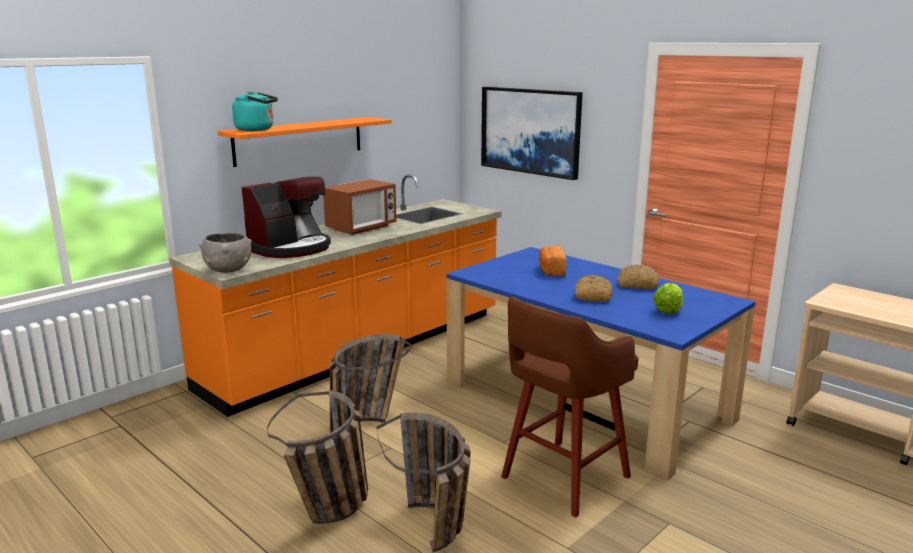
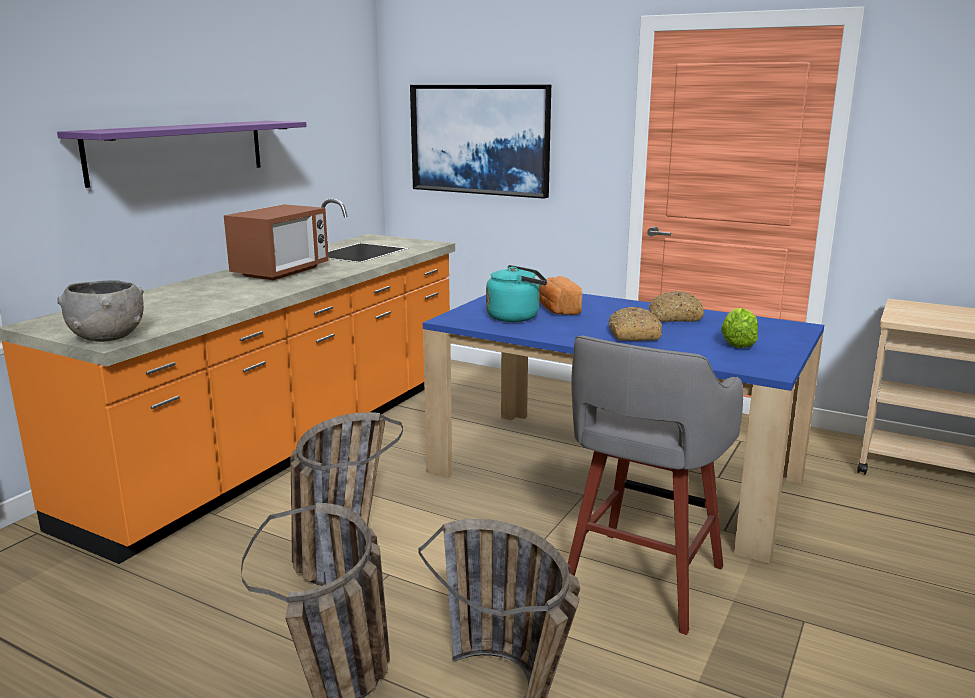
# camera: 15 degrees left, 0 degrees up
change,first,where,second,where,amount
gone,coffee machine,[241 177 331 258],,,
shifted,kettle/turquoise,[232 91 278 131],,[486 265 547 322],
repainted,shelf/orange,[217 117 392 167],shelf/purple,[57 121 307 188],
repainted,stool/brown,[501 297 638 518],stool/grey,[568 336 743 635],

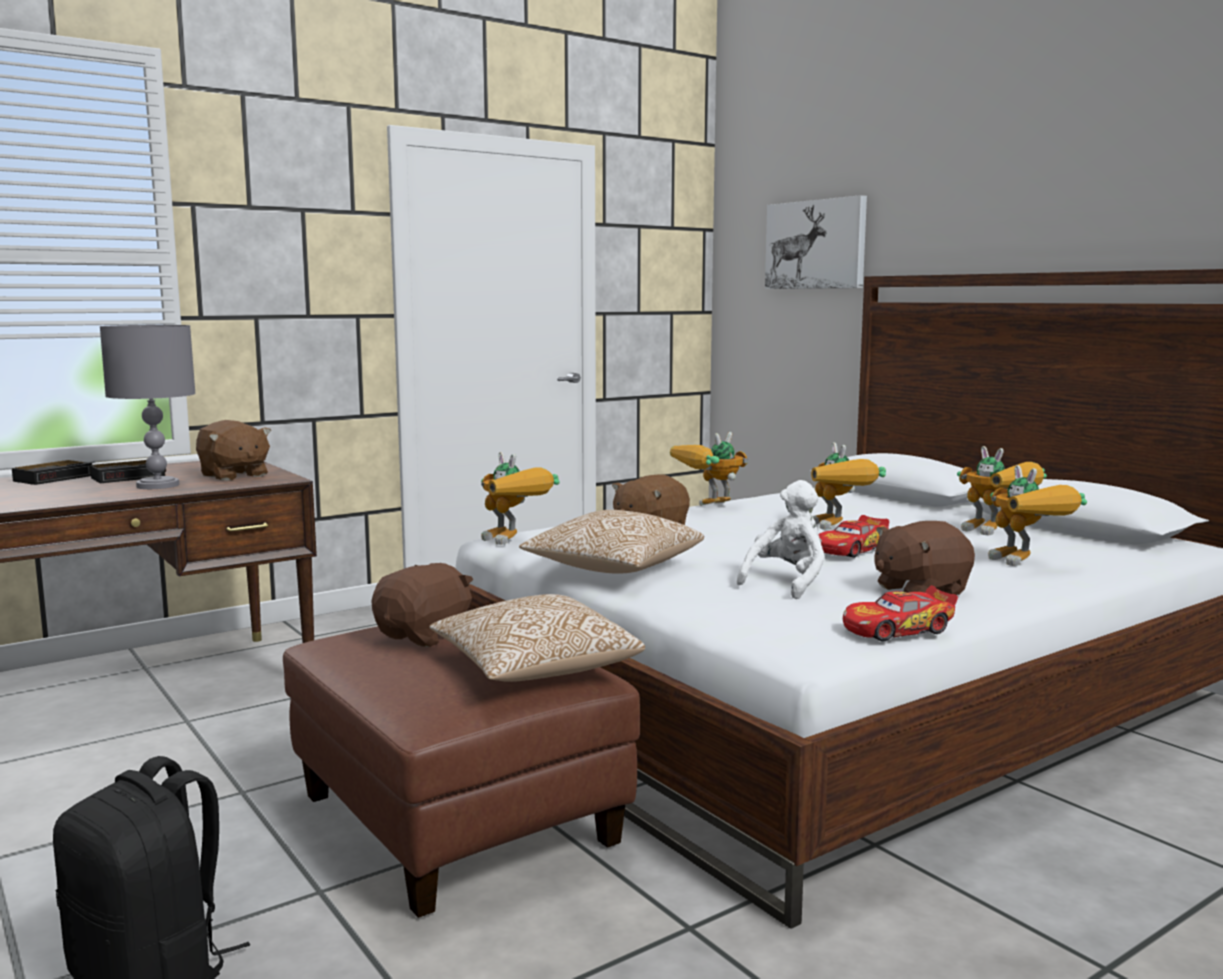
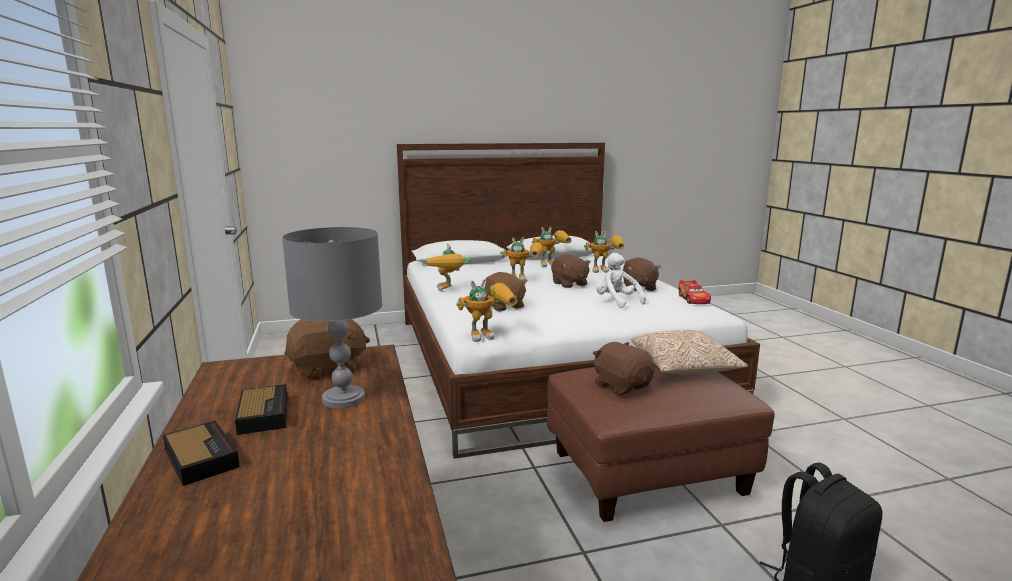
# camera: 70 degrees left, 5 degrees up
change,first,where,second,where,amount
gone,pillow,[519 510 704 574],,,
gone,picture,[765 195 867 289],,,
swapped,toy car,[819 515 889 558],plush toy/brown,[551 254 591 288],

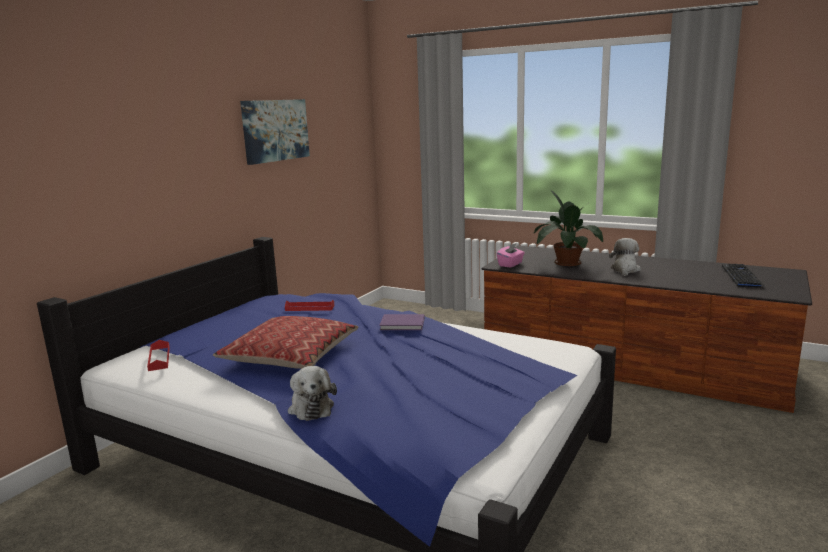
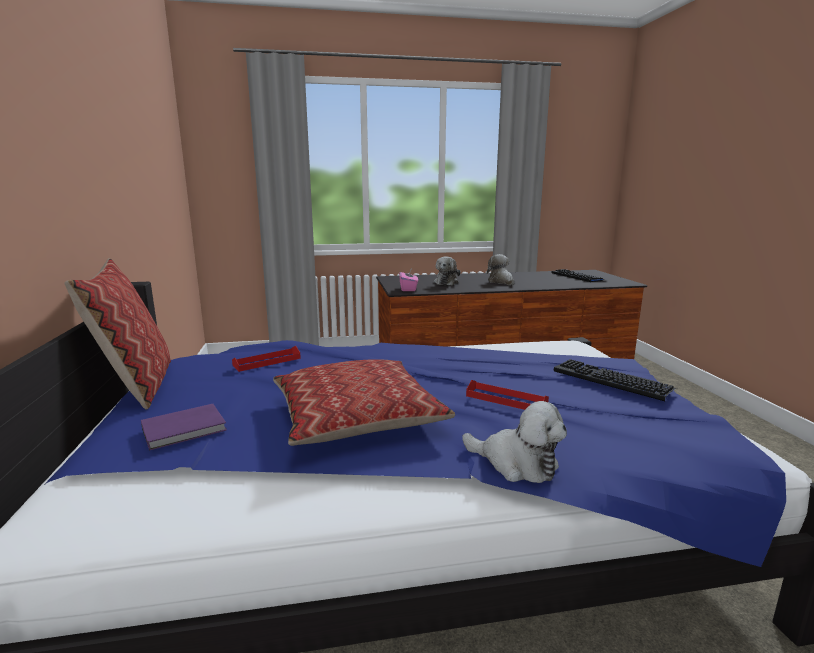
# camera: 40 degrees left, 0 degrees up
change,first,where,second,where,amount
gone,picture,[240 99 310 165],,,
new,,,pillow,[64 258 171 409],
new,,,keyboard,[553 359 677 401],
shifted,tray/red,[147 340 170 371],,[466 380 549 410],
shifted,book/purple,[379 314 425 330],,[141 404 227 451],
swapped,potted plant,[534 190 603 266],plush toy,[434 257 460 285],

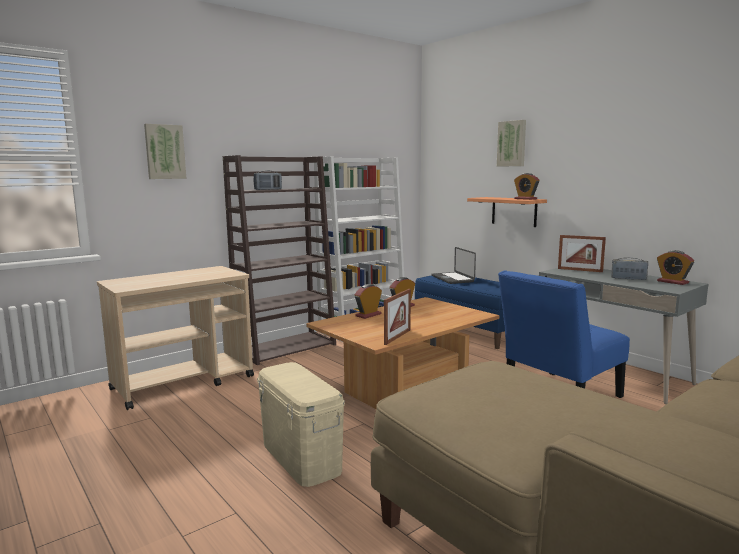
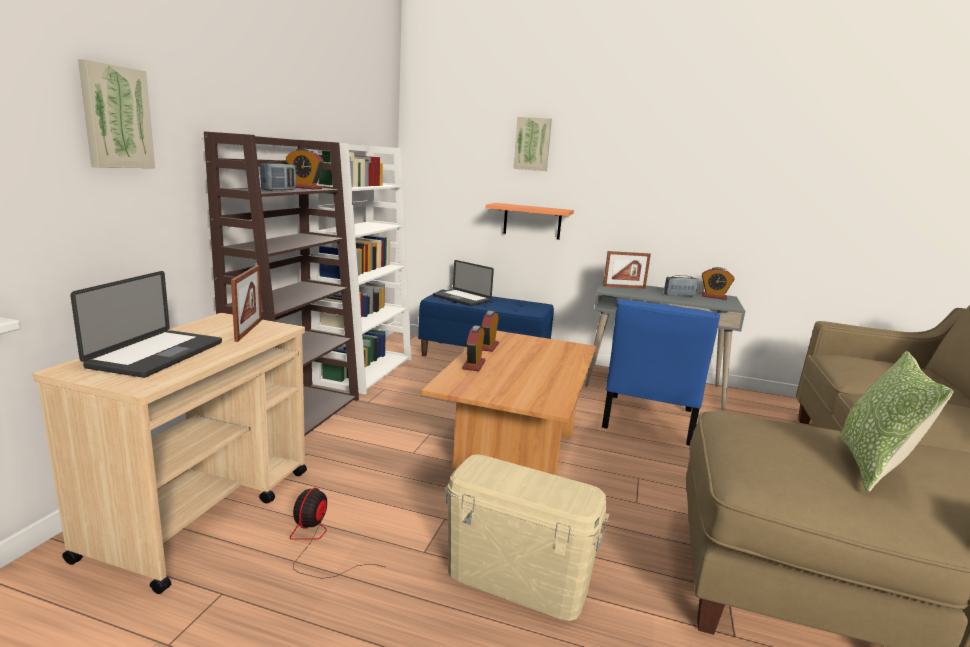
# camera: 35 degrees left, 5 degrees up
change,first,where,second,where,amount
new,,,laptop,[70 271 222 378],
new,,,fan,[290 488 385 579],
new,,,pillow,[839 351 954 492],
shifted,picture frame,[384 289 411 345],,[231 265 262 342],
shifted,alarm clock,[514 173 540 200],,[286 148 324 189],

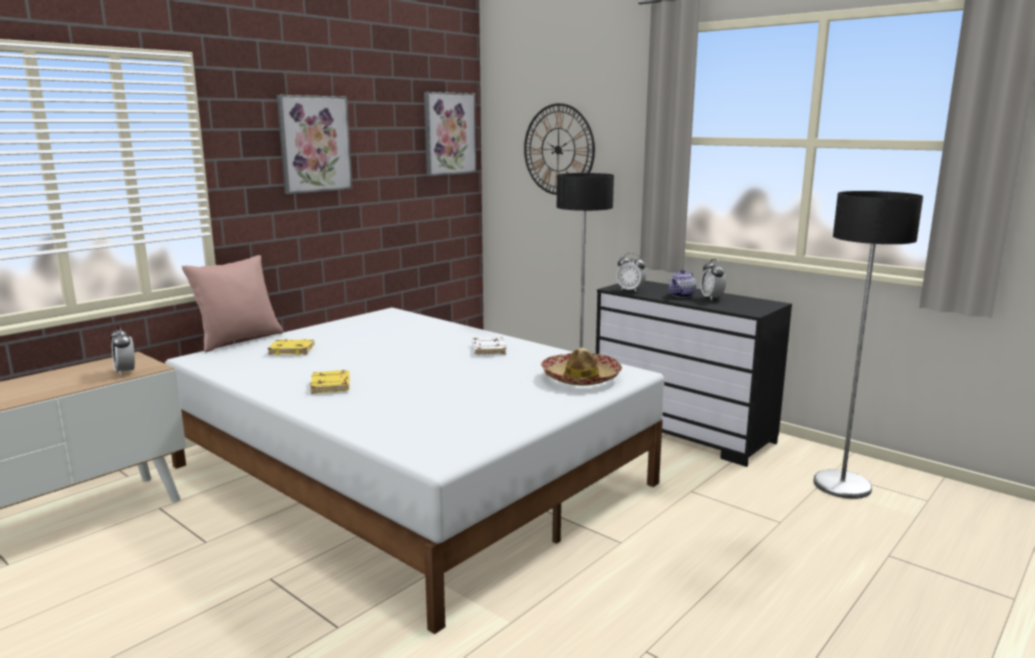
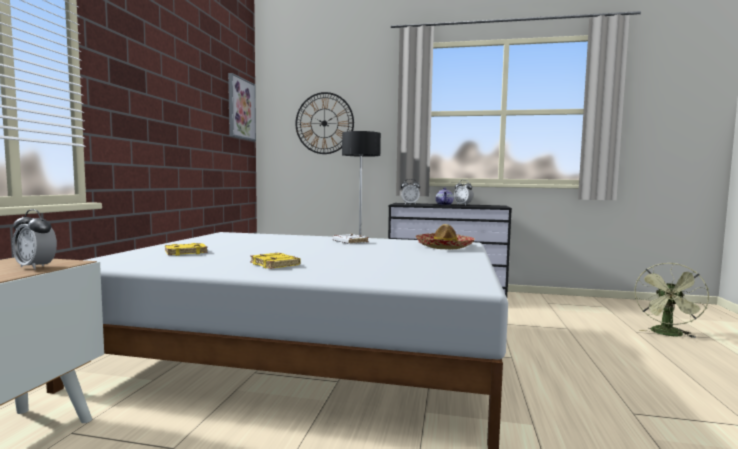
# camera: 30 degrees left, 10 degrees down
change,first,where,second,where,amount
gone,pillow/pink,[182 255 283 352],,,
gone,picture,[277 95 352 194],,,
gone,floor lamp,[813 191 923 499],,,
new,,,fan/green,[634 263 709 338],

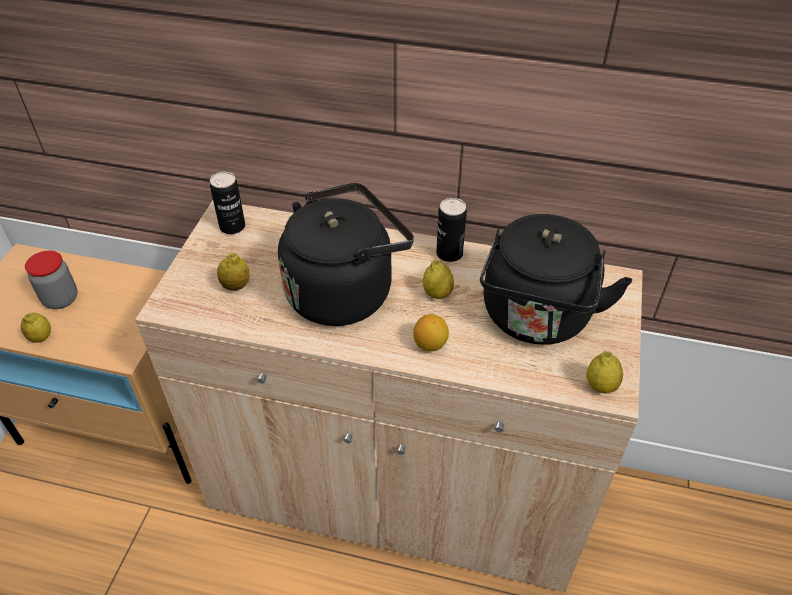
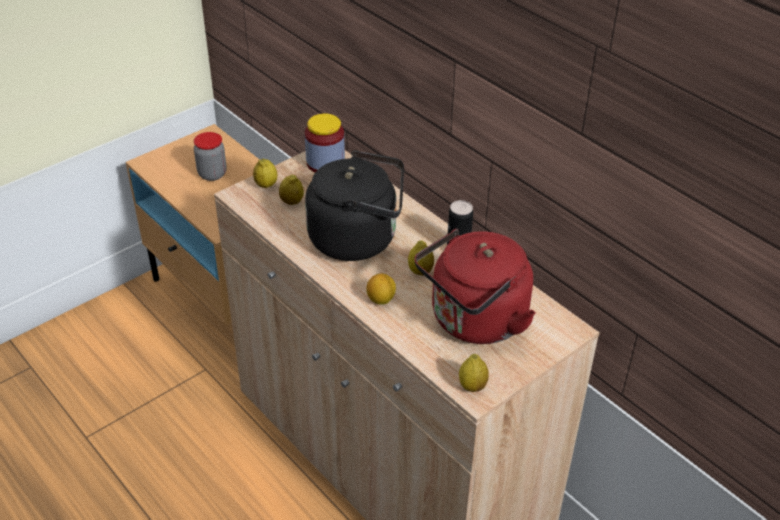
# camera: 35 degrees right, 5 degrees down
change,first,where,second,where,amount
shifted,lemon,[21 313 51 343],,[253 159 277 188],
swapped,can,[210 172 245 234],jar,[305 113 345 172],
repainted,kettle/black,[480 214 632 345],kettle/red,[414 229 536 344],

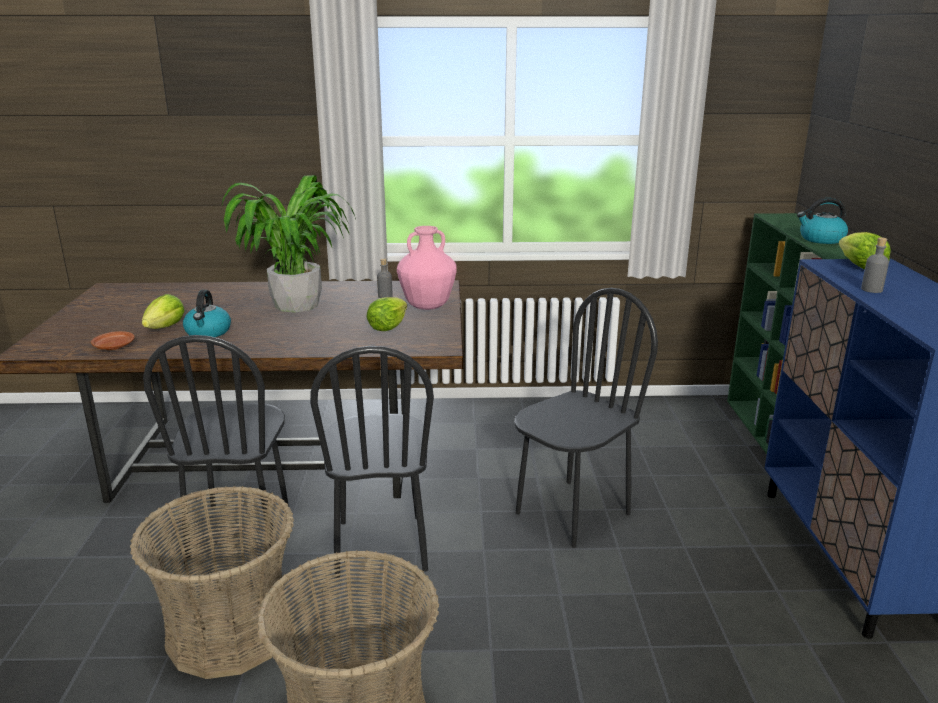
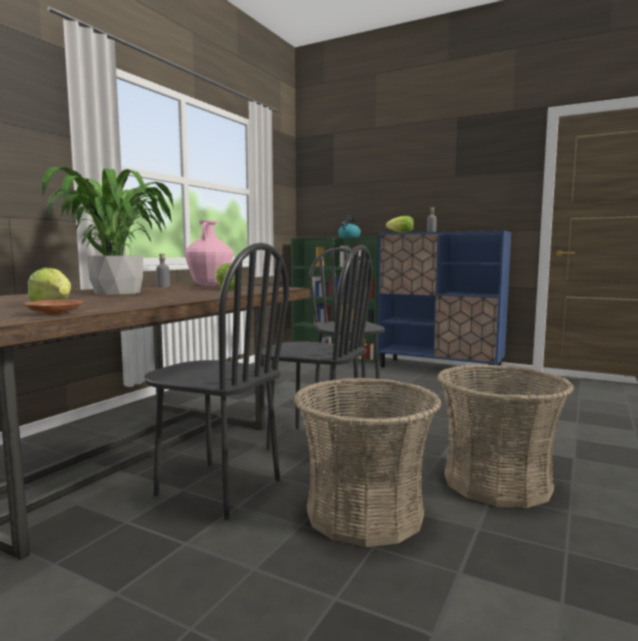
# camera: 60 degrees left, 15 degrees down
change,first,where,second,where,amount
gone,kettle,[183 290 231 337],,,

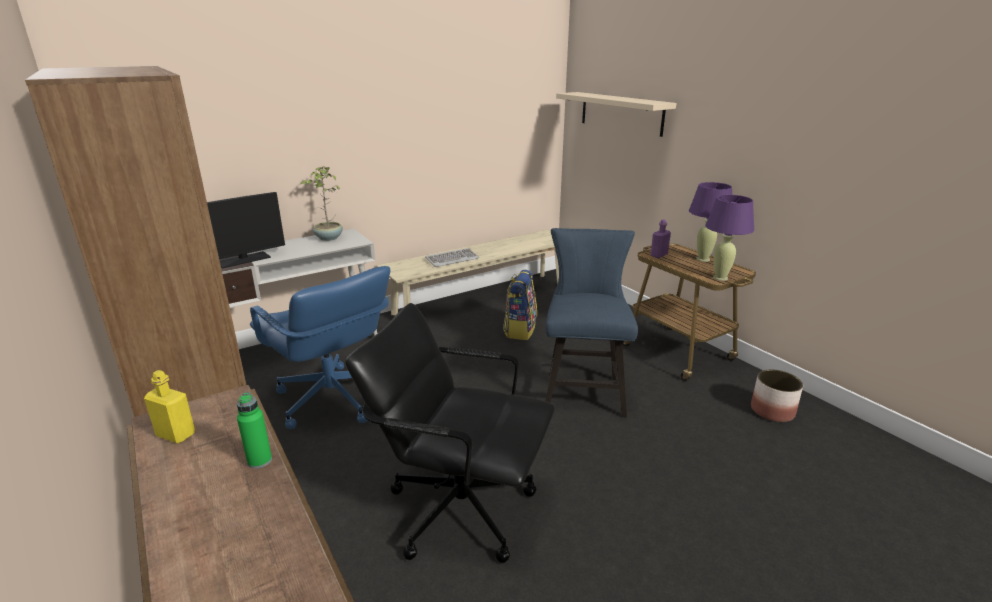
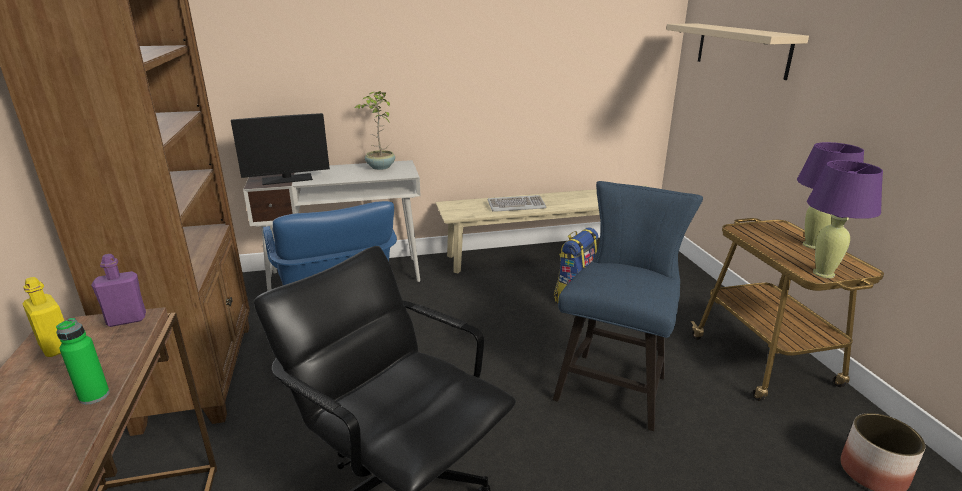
# camera: 20 degrees right, 0 degrees up
change,first,where,second,where,amount
shifted,bottle/purple,[650 219 671 258],,[91 254 146 327],

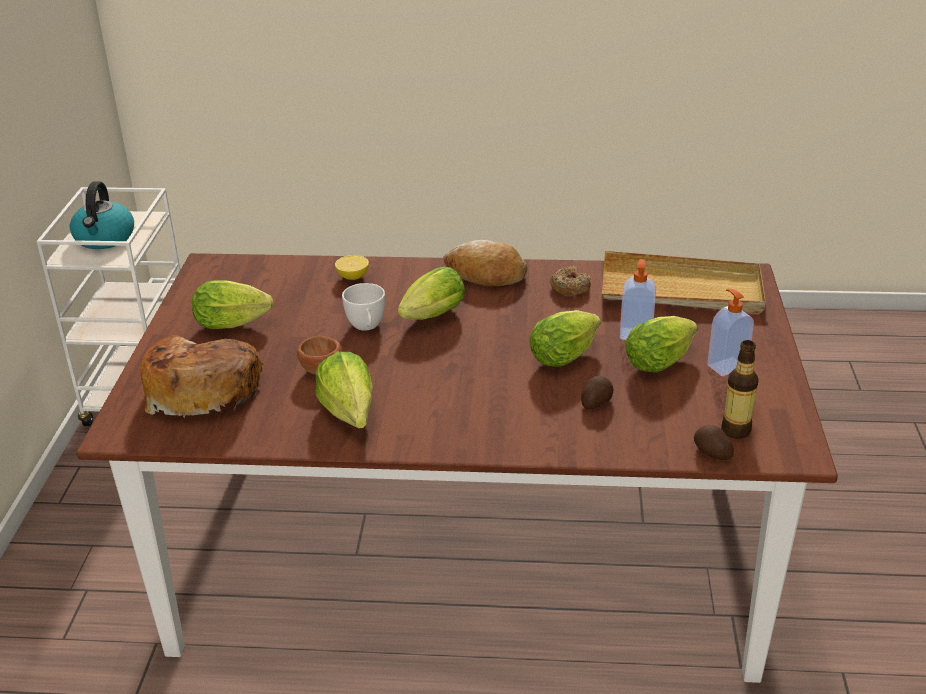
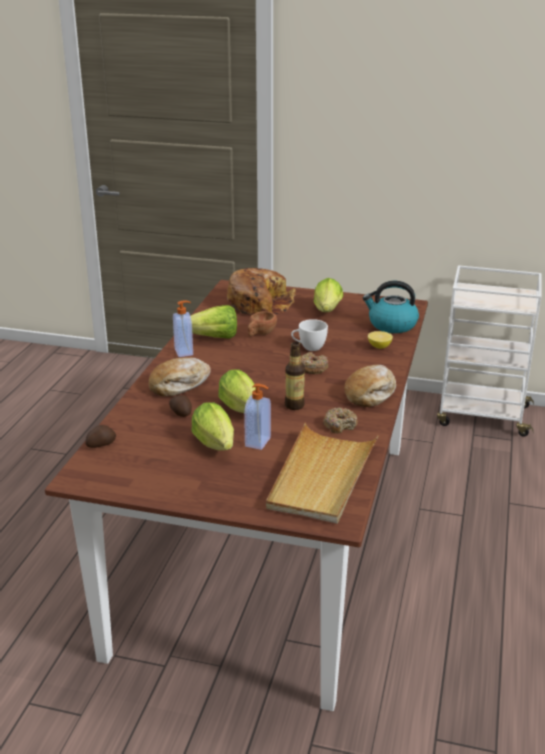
# camera: 100 degrees right, 5 degrees down
change,first,where,second,where,amount
new,,,bread,[149 357 211 396],
shifted,kettle,[70 181 134 249],,[362 281 419 333],
shifted,soap dispenser,[707 289 754 376],,[173 301 193 357],
shifted,bottle,[721 340 759 439],,[285 342 305 410],
swapped,lettuce,[398 267 465 320],donut,[301 352 328 374],

